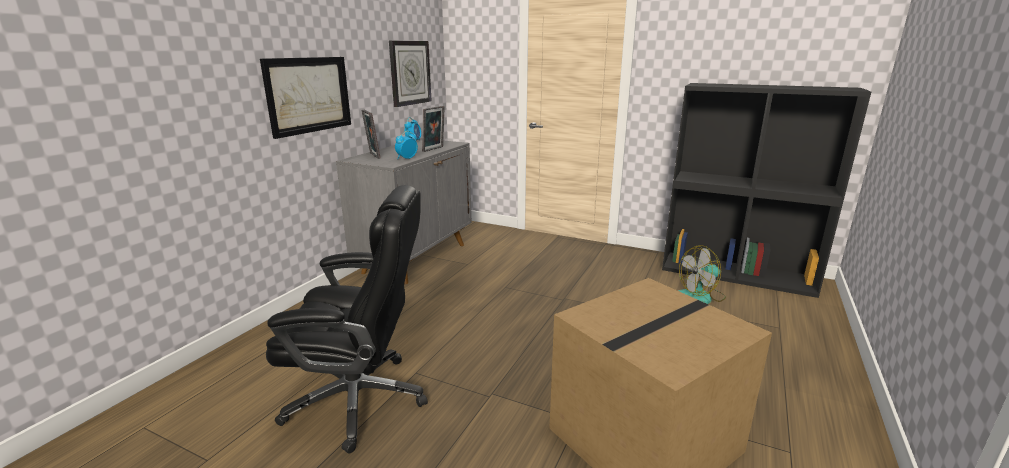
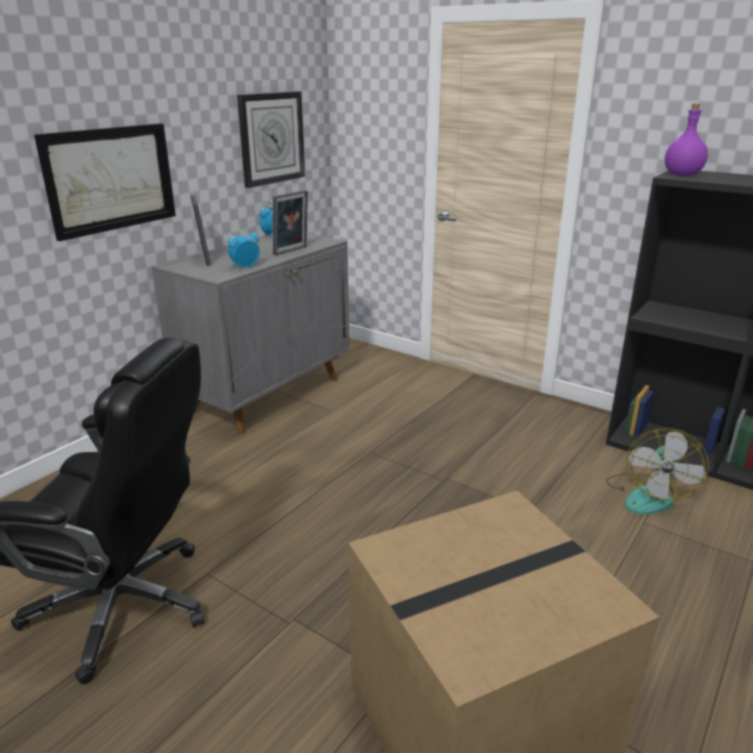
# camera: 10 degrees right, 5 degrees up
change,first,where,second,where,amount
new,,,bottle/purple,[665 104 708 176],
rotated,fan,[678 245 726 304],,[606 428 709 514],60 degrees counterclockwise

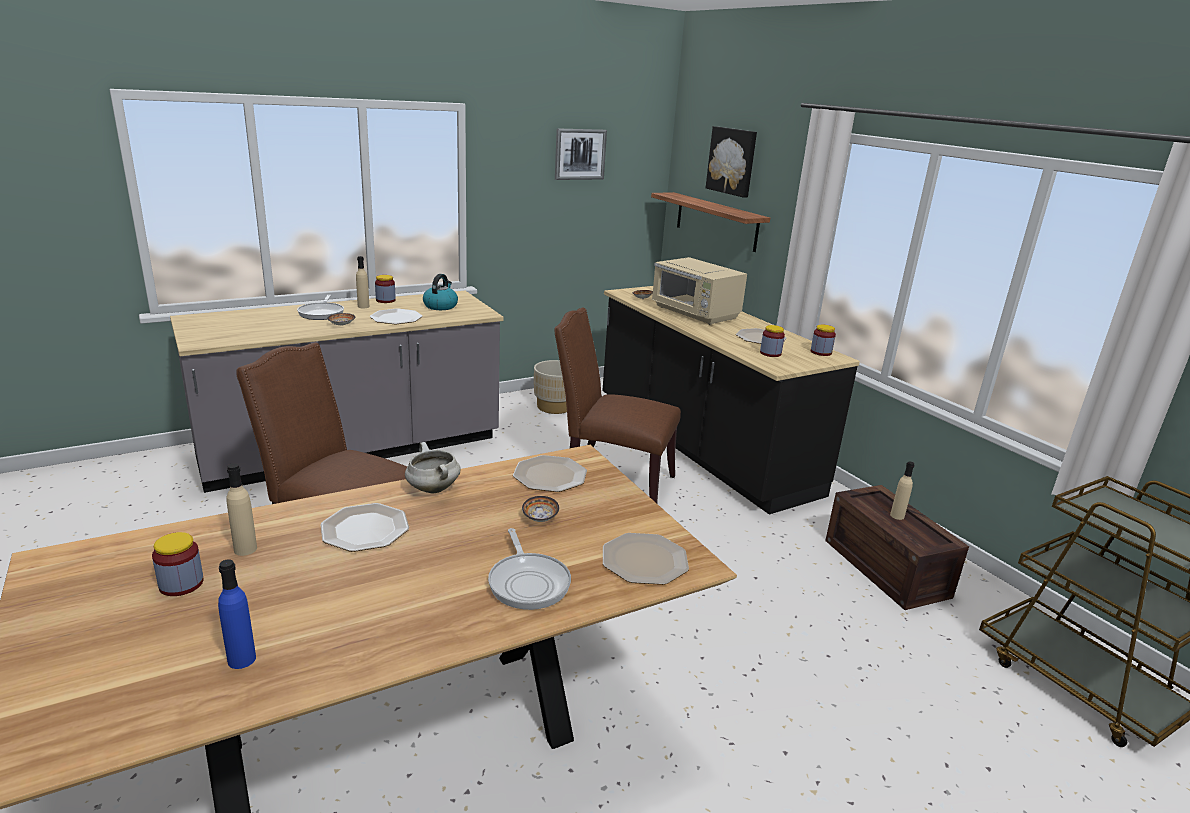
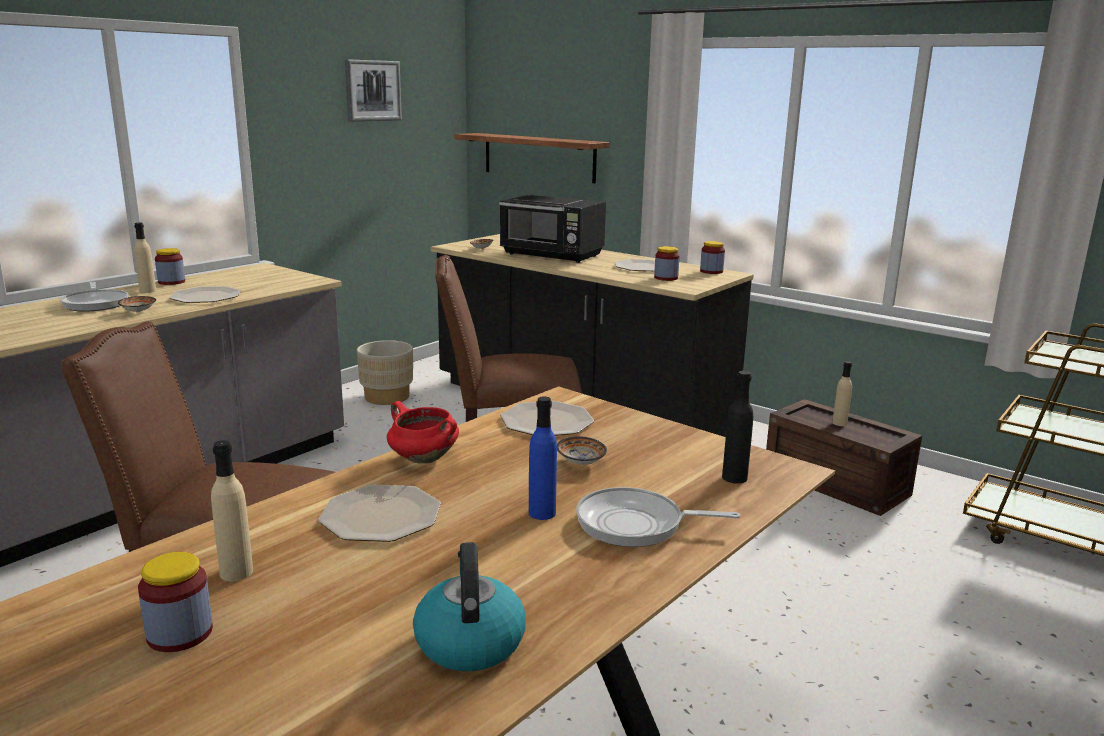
# camera: 20 degrees left, 5 degrees down
change,first,where,second,where,amount
gone,picture,[706 126 757 198],,,
shifted,bottle/blue,[218 559 256 669],,[529 396 557 520],
shifted,kettle,[423 274 458 310],,[413 542 526 671],
swapped,plate,[603 533 689 585],bottle/black,[722 371 753 484],
repainted,cooking pot/white,[405 442 460 494],cooking pot/red,[387 401 459 464],
repainted,microwave/beige,[652 257 747 325],microwave/black,[499 195 606 263],
rotated,frying pan,[488 528 571 610],,[576 487 740 547],135 degrees clockwise

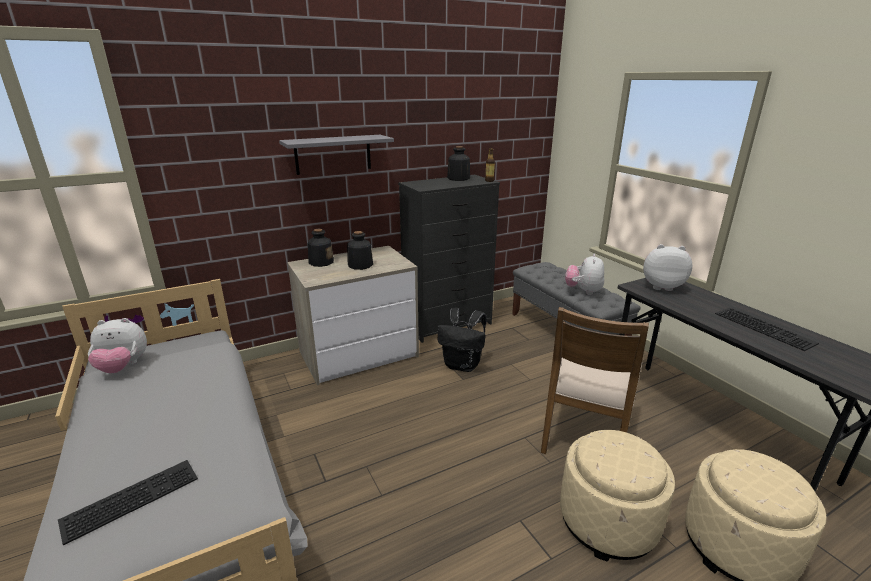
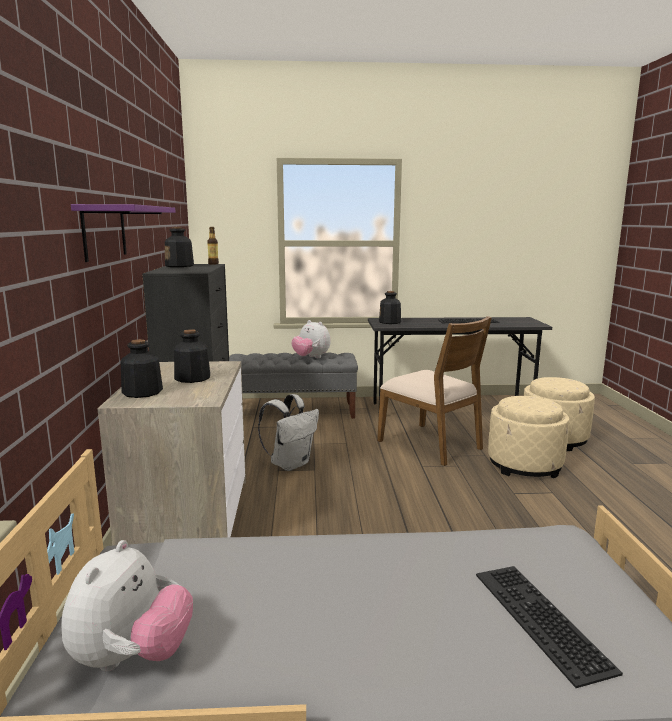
# camera: 65 degrees left, 10 degrees down
change,first,where,second,where,amount
swapped,plush toy,[643 244 692 291],bottle,[379 291 401 324],
repainted,shelf/grey,[279 135 394 175],shelf/purple,[71 204 175 262],
repainted,backpack/black,[438 308 487 372],backpack/white,[258 394 319 471],

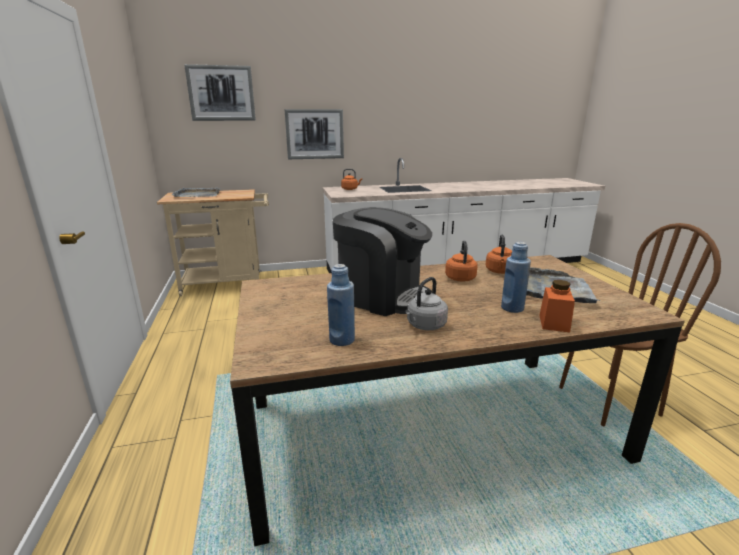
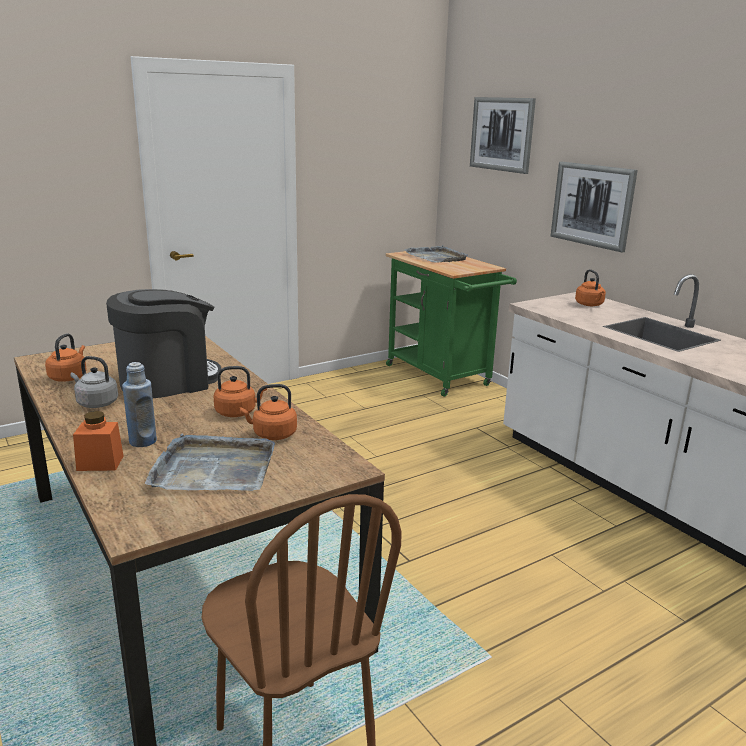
# camera: 70 degrees right, 0 degrees up
change,first,where,second,where,amount
swapped,bottle/blue,[327 264 355 346],kettle/orange,[45 333 87 382],
repainted,cart/beige,[157 189 269 296],cart/green,[385 251 517 397],
rotated,coffee machine,[333 207 432 316],,[106 289 221 398],135 degrees counterclockwise

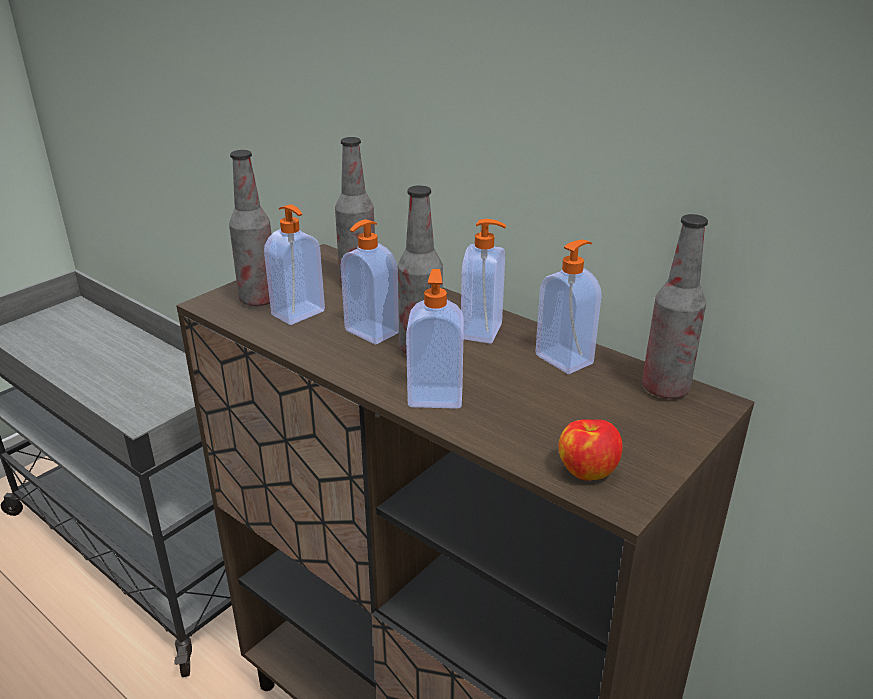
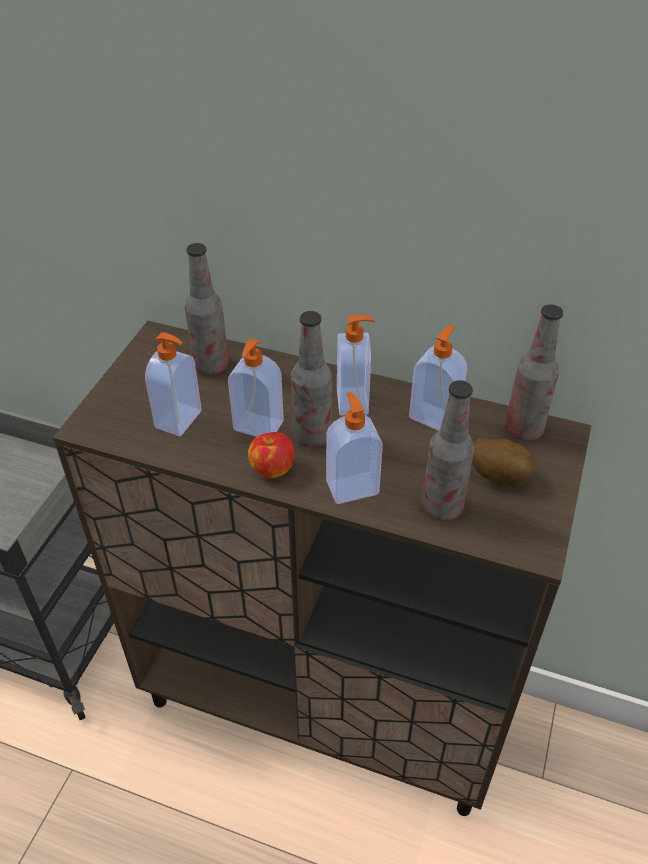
# camera: 20 degrees left, 15 degrees up
change,first,where,second,where,amount
new,,,potato,[472 438 535 486],
shifted,bottle,[229 150 272 306],,[422 380 474 521],
shifted,apple,[559 419 623 481],,[248 432 295 479],

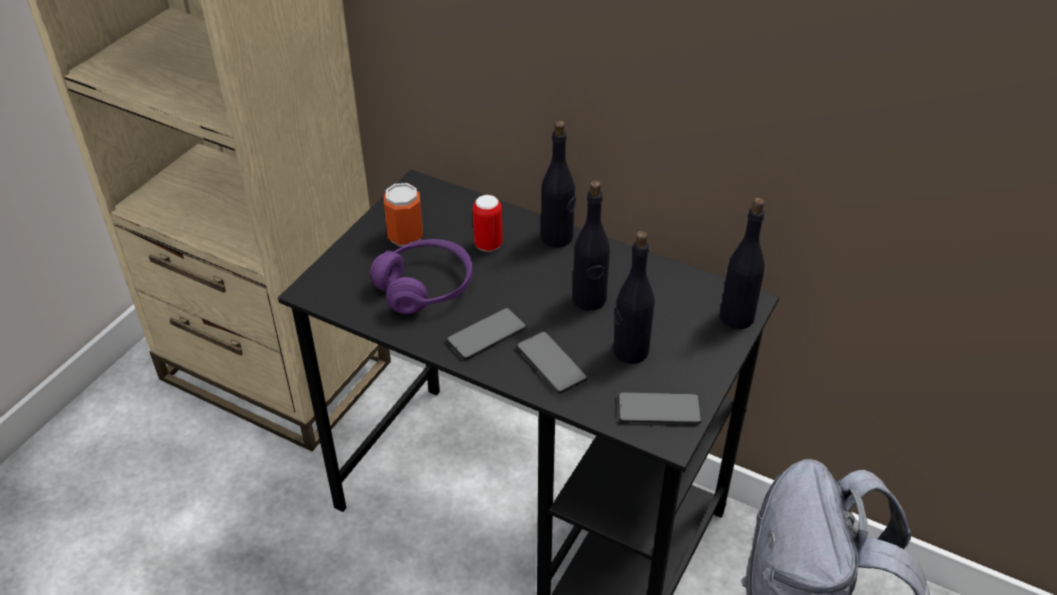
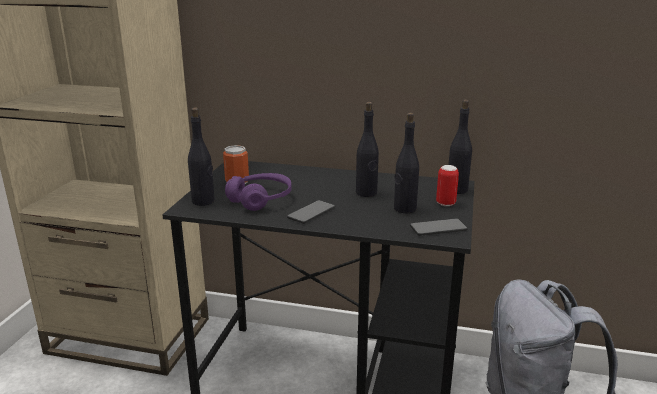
# camera: 15 degrees left, 20 degrees down
change,first,where,second,where,amount
gone,phone,[517 332 587 393],,,
shifted,can,[473 195 503 252],,[436 165 459 206],
shifted,bottle/black,[541 120 576 248],,[188 107 215 206],

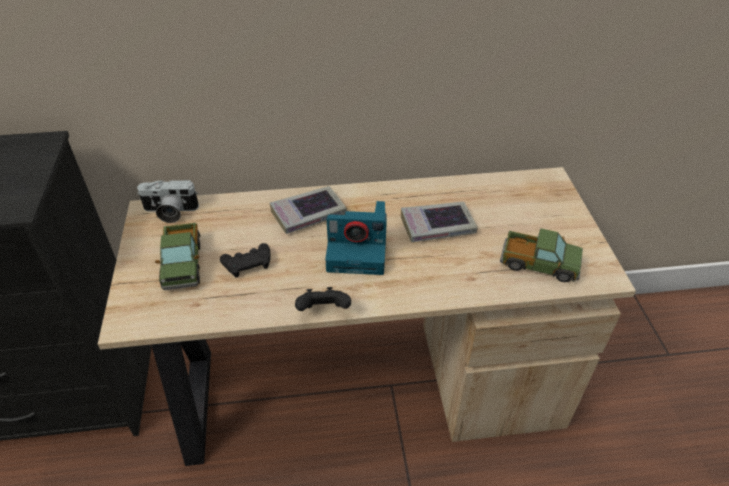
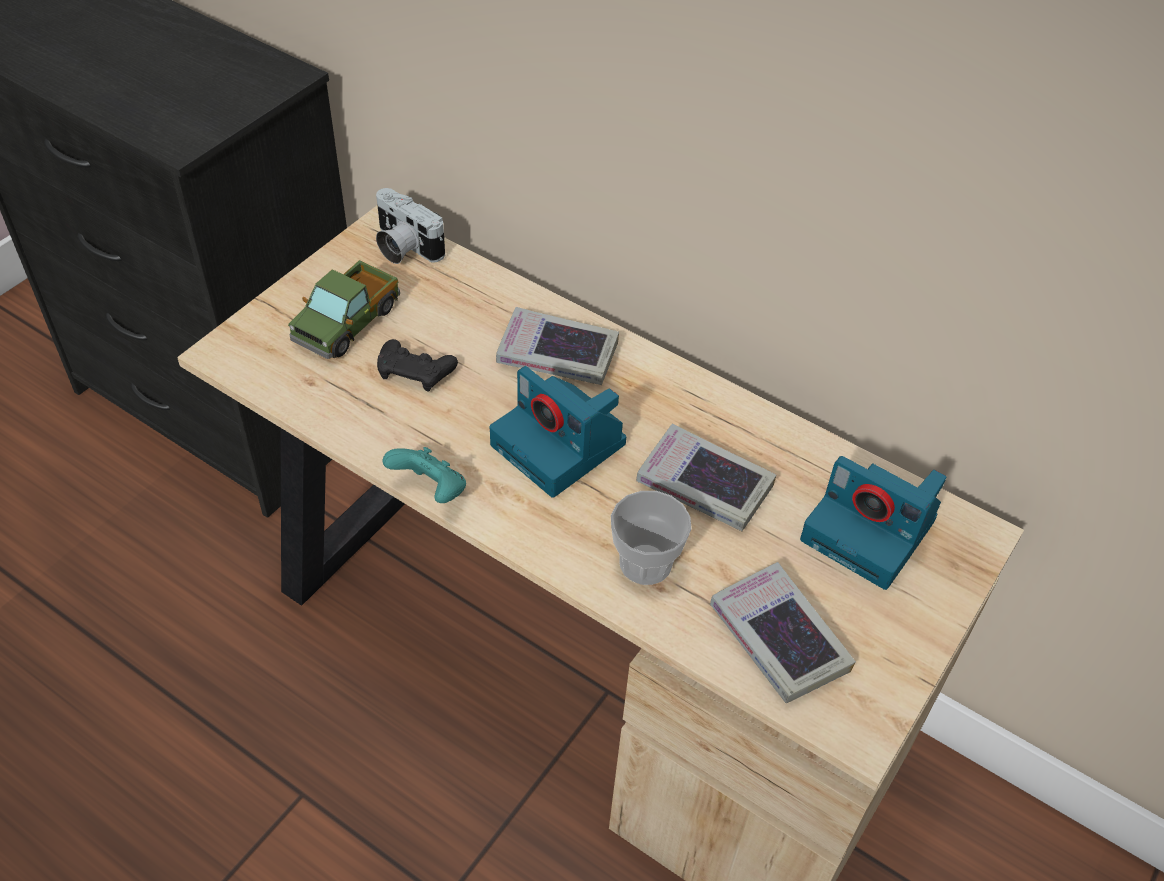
# camera: 40 degrees right, 5 degrees up
change,first,where,second,where,amount
new,,,cup,[611 491 692 585],
new,,,photo camera,[800 456 947 590],
swapped,toy truck,[500 228 583 282],book,[710 562 856 703],
repainted,game controller/black,[295 287 351 311],game controller/turquoise,[383 447 466 503],

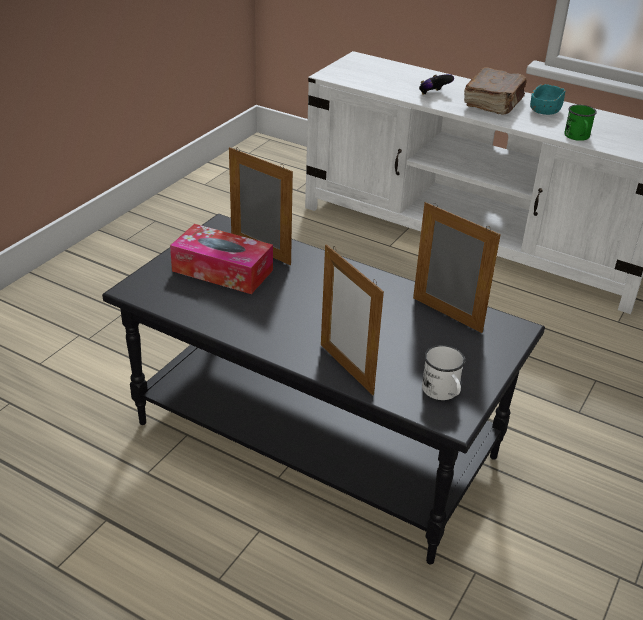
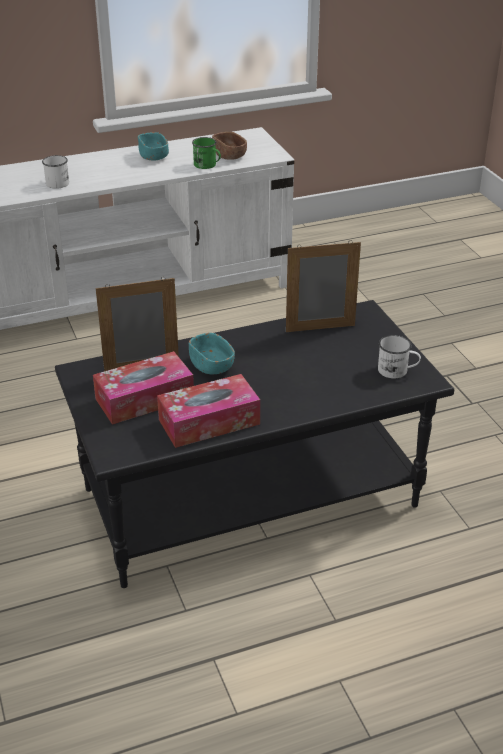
# camera: 50 degrees left, 0 degrees up
change,first,where,second,where,amount
gone,picture frame,[321 244 384 395],,,
gone,book/brown,[464 67 527 114],,,
new,,,tissue box,[157 374 260 448],
new,,,bowl/turquoise,[189 333 235 374],
new,,,bowl/brown,[212 132 247 160],
swapped,game controller,[419 74 454 95],mug/white,[42 155 69 189],

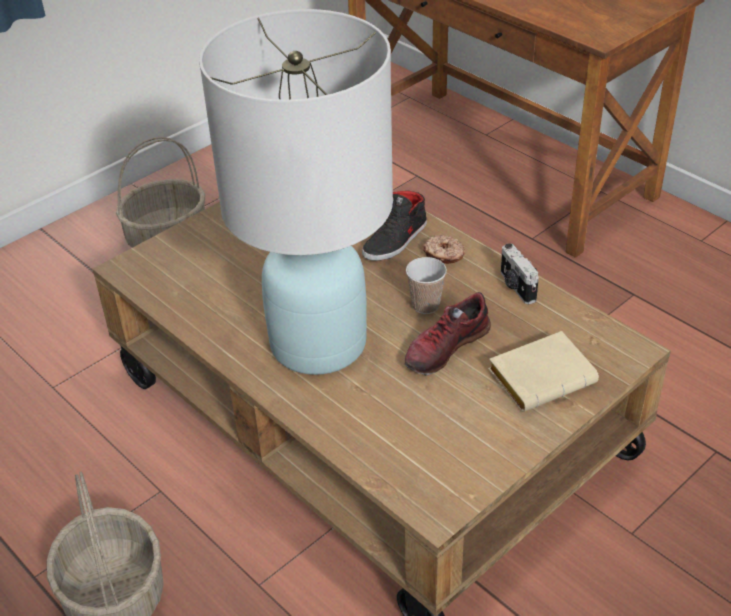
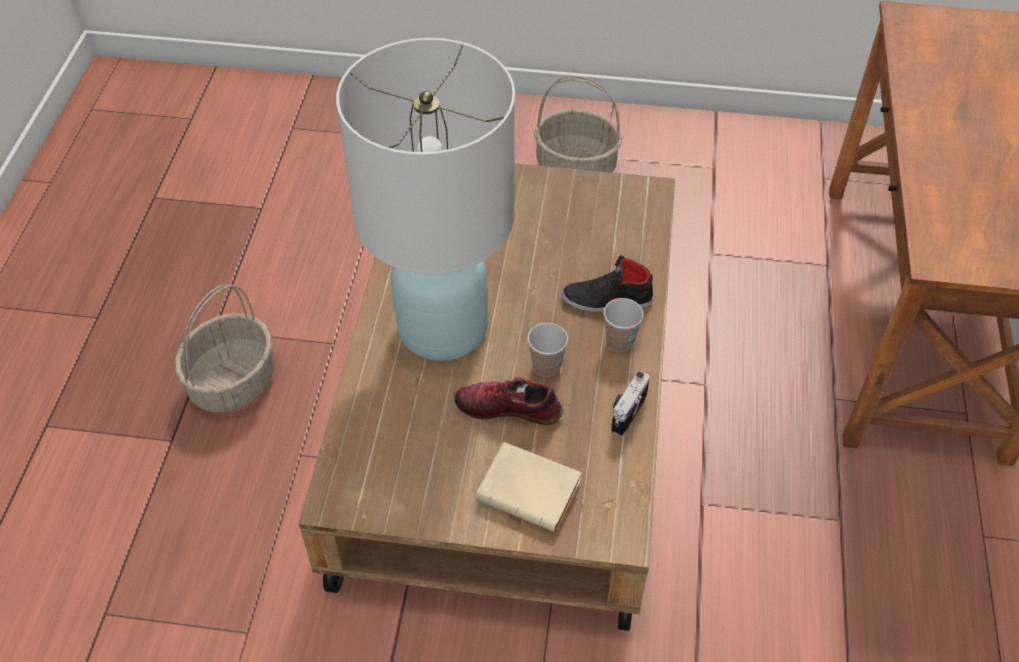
# camera: 50 degrees right, 10 degrees up
change,first,where,second,where,amount
swapped,donut,[423 235 465 264],cup,[604 298 643 351],

